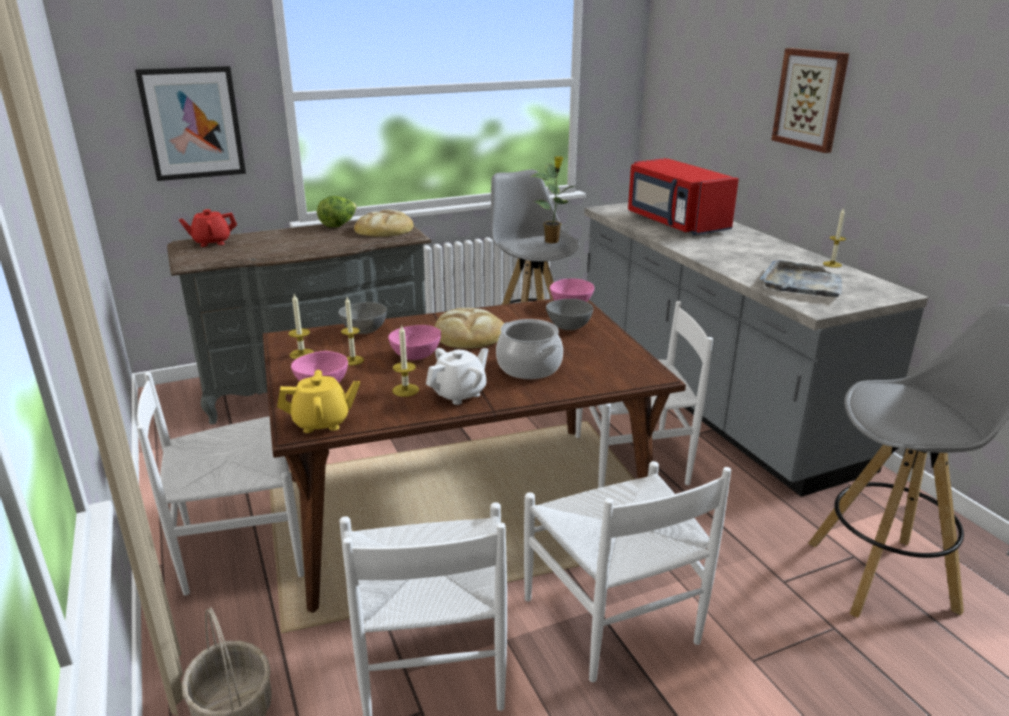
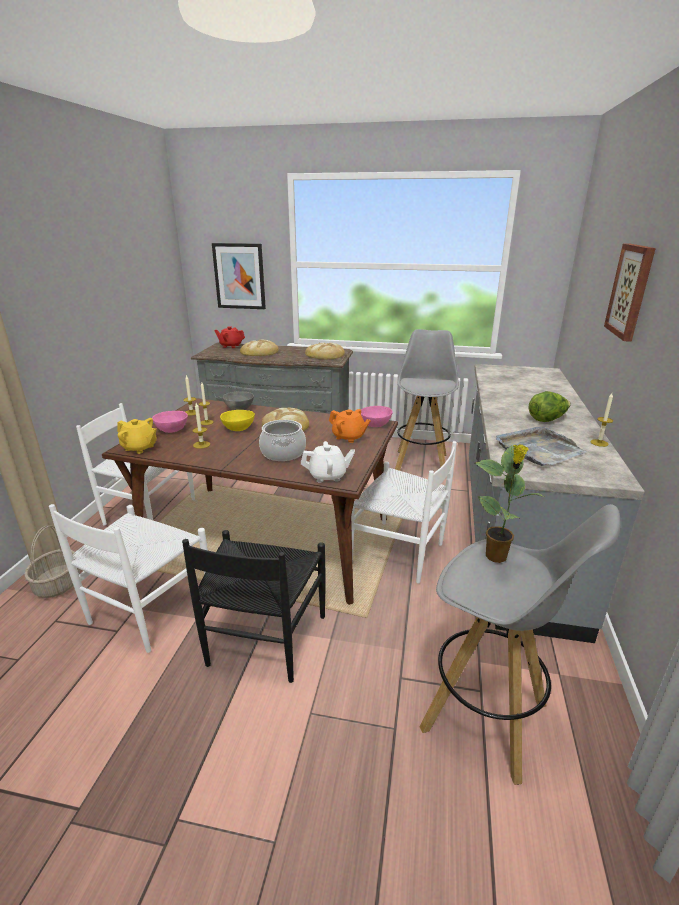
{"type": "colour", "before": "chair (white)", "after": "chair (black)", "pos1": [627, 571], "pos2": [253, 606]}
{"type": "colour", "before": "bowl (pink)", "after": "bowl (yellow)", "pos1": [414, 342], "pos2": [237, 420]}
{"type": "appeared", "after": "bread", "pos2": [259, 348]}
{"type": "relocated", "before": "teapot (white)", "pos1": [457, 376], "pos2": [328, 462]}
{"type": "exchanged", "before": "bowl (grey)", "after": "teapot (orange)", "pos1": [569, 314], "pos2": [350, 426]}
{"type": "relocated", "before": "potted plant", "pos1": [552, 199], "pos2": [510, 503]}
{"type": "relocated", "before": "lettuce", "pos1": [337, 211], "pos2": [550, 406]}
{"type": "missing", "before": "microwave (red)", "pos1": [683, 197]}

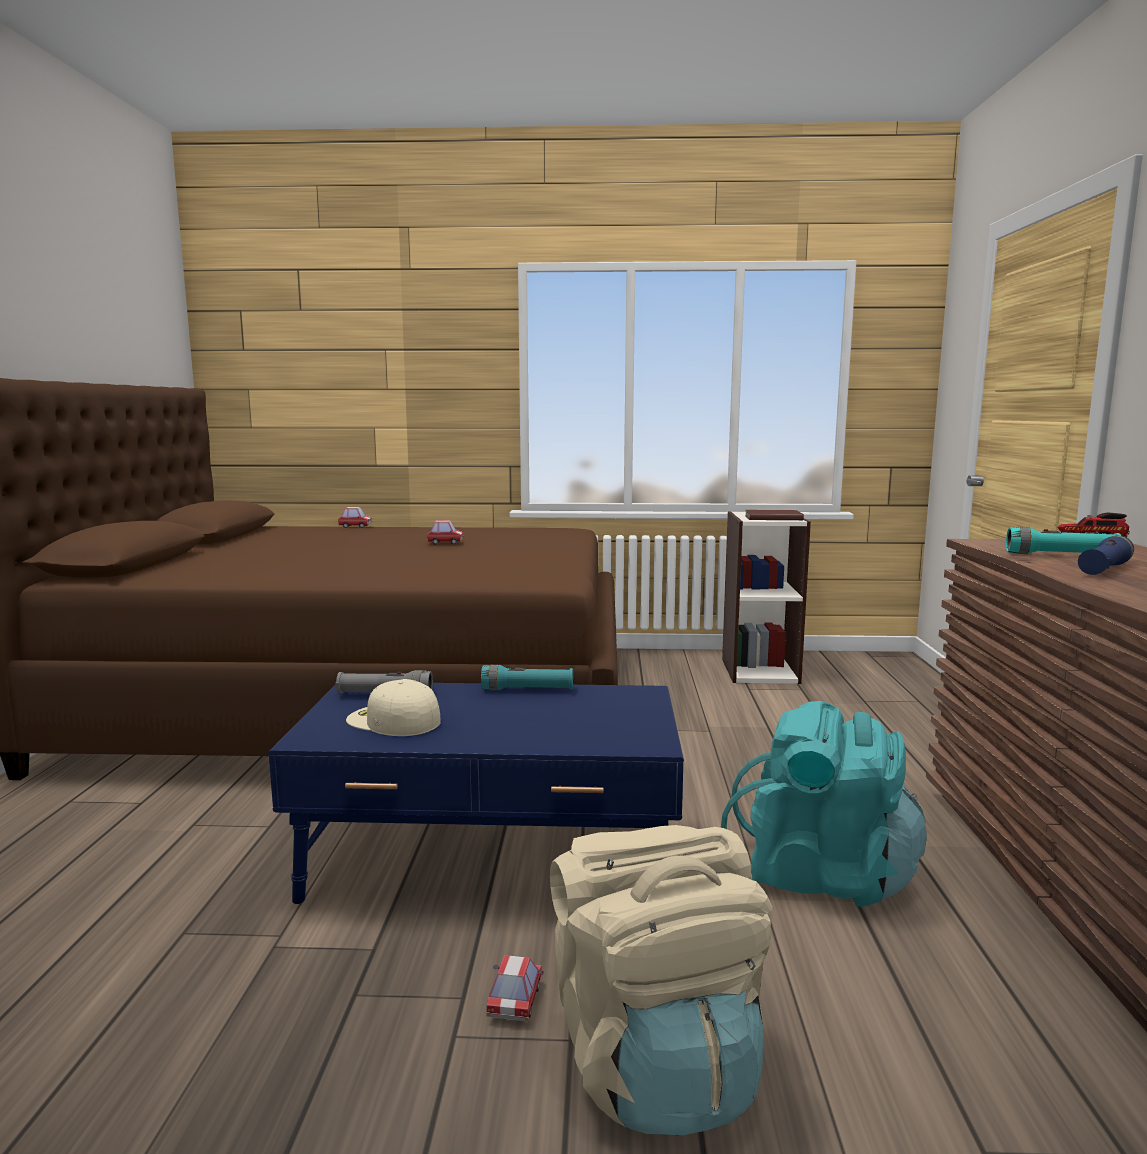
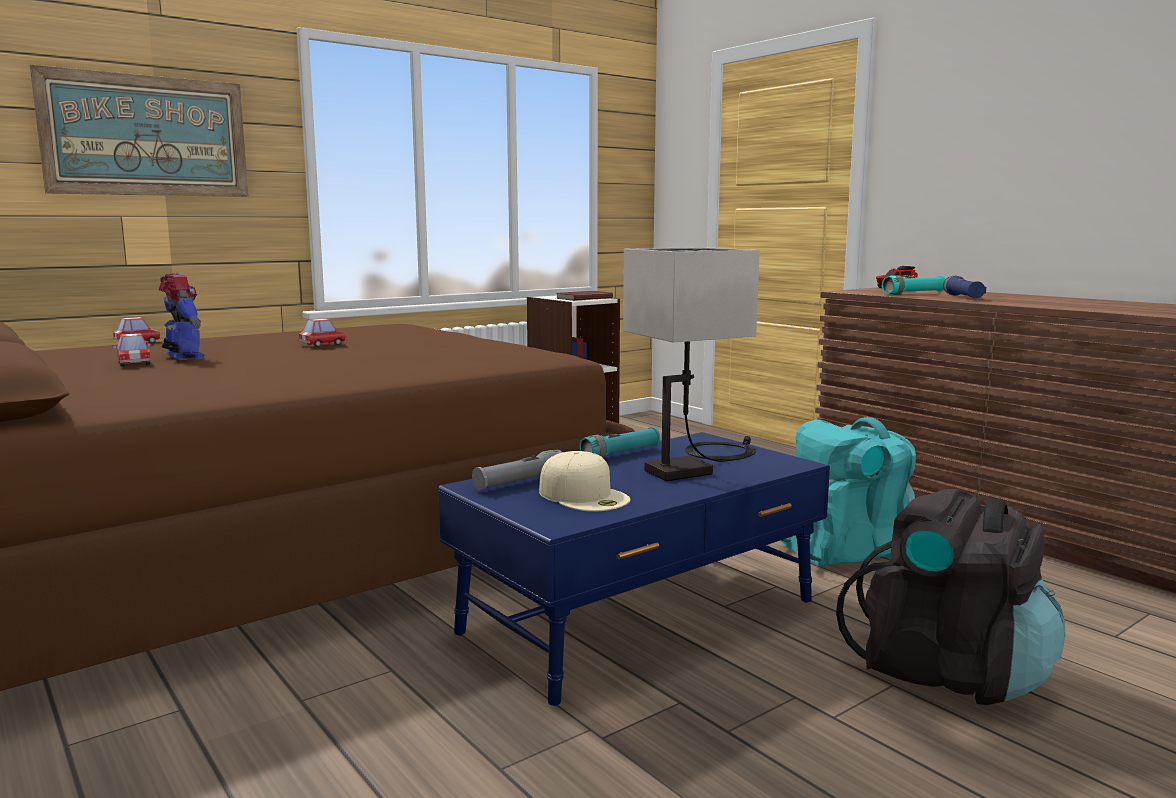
{"type": "appeared", "after": "picture", "pos2": [139, 131]}
{"type": "relocated", "before": "toy car", "pos1": [514, 988], "pos2": [131, 349]}
{"type": "appeared", "after": "toy robot", "pos2": [181, 316]}
{"type": "spun", "before": "cap (beige)", "pos1": [393, 707], "pos2": [585, 481], "turn": -120}
{"type": "appeared", "after": "table lamp", "pos2": [691, 364]}
{"type": "colour", "before": "backpack (beige)", "after": "backpack (black)", "pos1": [661, 980], "pos2": [951, 597]}

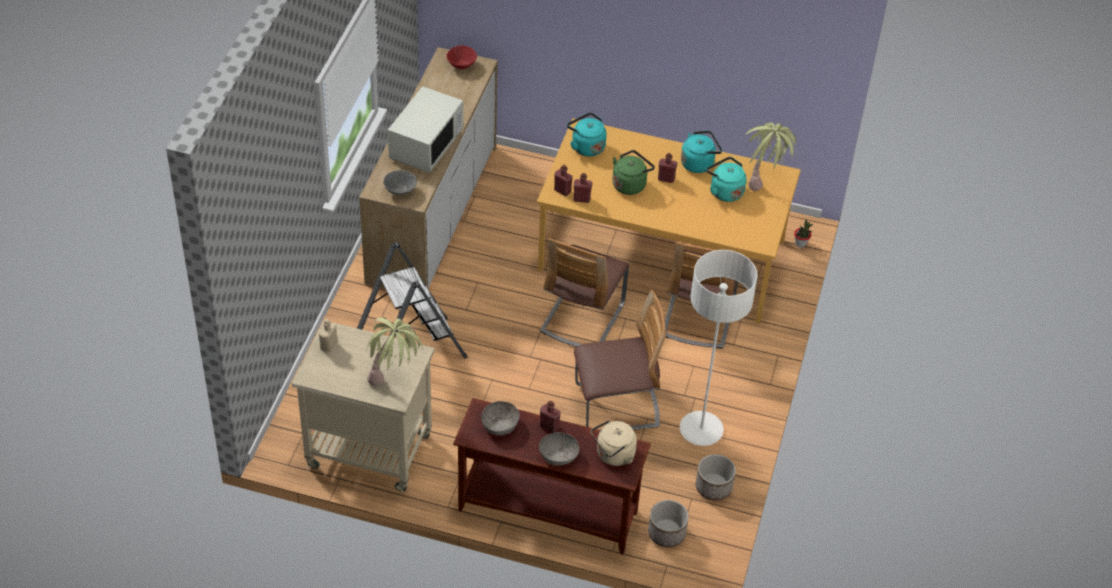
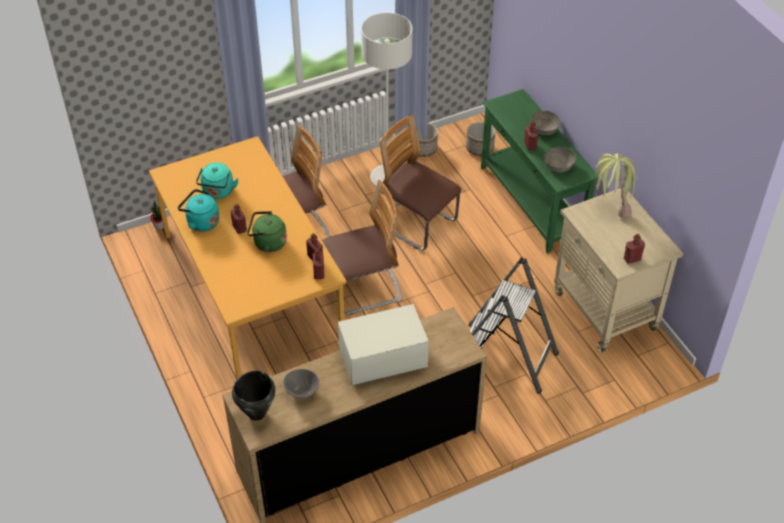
{"type": "exchanged", "before": "bowl (red)", "after": "cooking pot (black)", "pos1": [461, 57], "pos2": [253, 396]}
{"type": "relocated", "before": "bowl (grey)", "pos1": [400, 183], "pos2": [301, 384]}
{"type": "colour", "before": "console table (brown)", "after": "console table (green)", "pos1": [552, 476], "pos2": [540, 171]}
{"type": "colour", "before": "bottle (beige)", "after": "bottle (red)", "pos1": [328, 335], "pos2": [634, 249]}
{"type": "missing", "before": "kettle (turquoise)", "pos1": [586, 135]}
{"type": "missing", "before": "kettle (beige)", "pos1": [614, 443]}
{"type": "missing", "before": "potted plant", "pos1": [771, 156]}

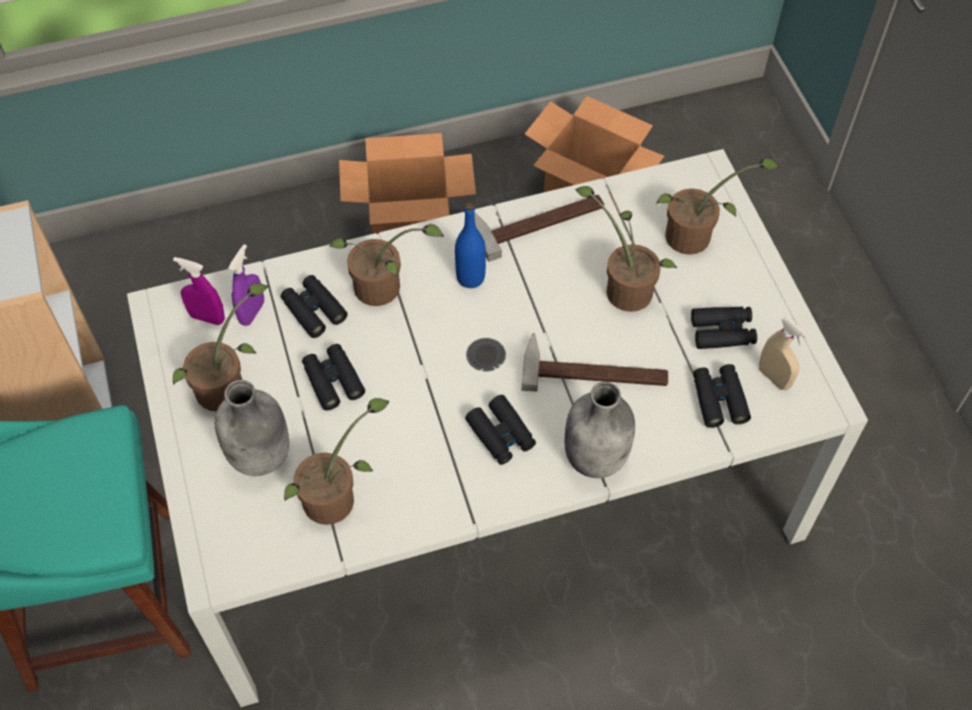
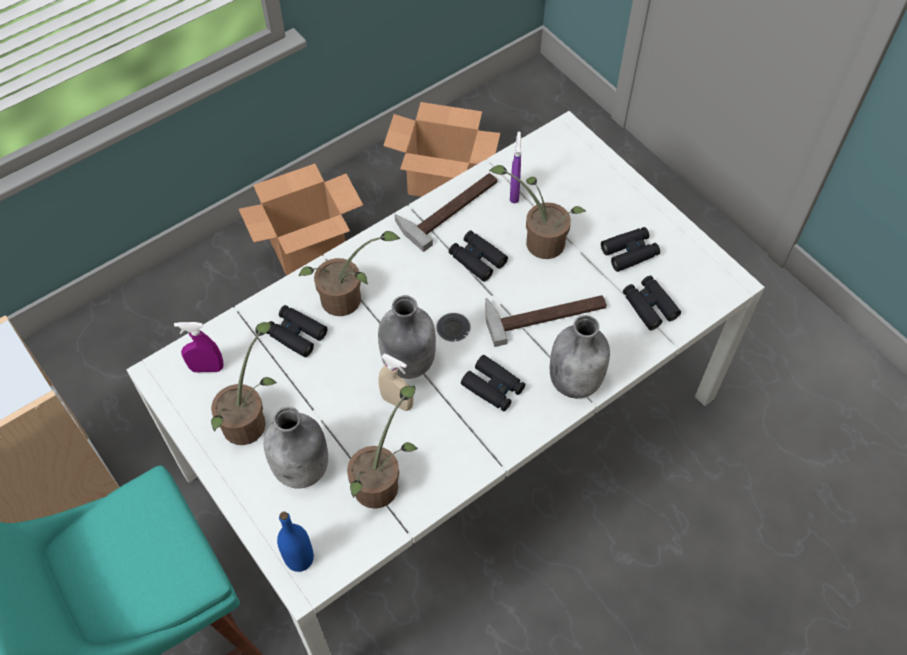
{"type": "relocated", "before": "bottle (blue)", "pos1": [470, 245], "pos2": [295, 542]}
{"type": "appeared", "after": "bottle (grey)", "pos2": [407, 337]}
{"type": "relocated", "before": "spray bottle (beige)", "pos1": [783, 353], "pos2": [396, 382]}
{"type": "relocated", "before": "binoculars (black)", "pos1": [333, 377], "pos2": [478, 256]}
{"type": "relocated", "before": "spray bottle (purple)", "pos1": [246, 285], "pos2": [515, 167]}
{"type": "missing", "before": "potted plant", "pos1": [718, 206]}

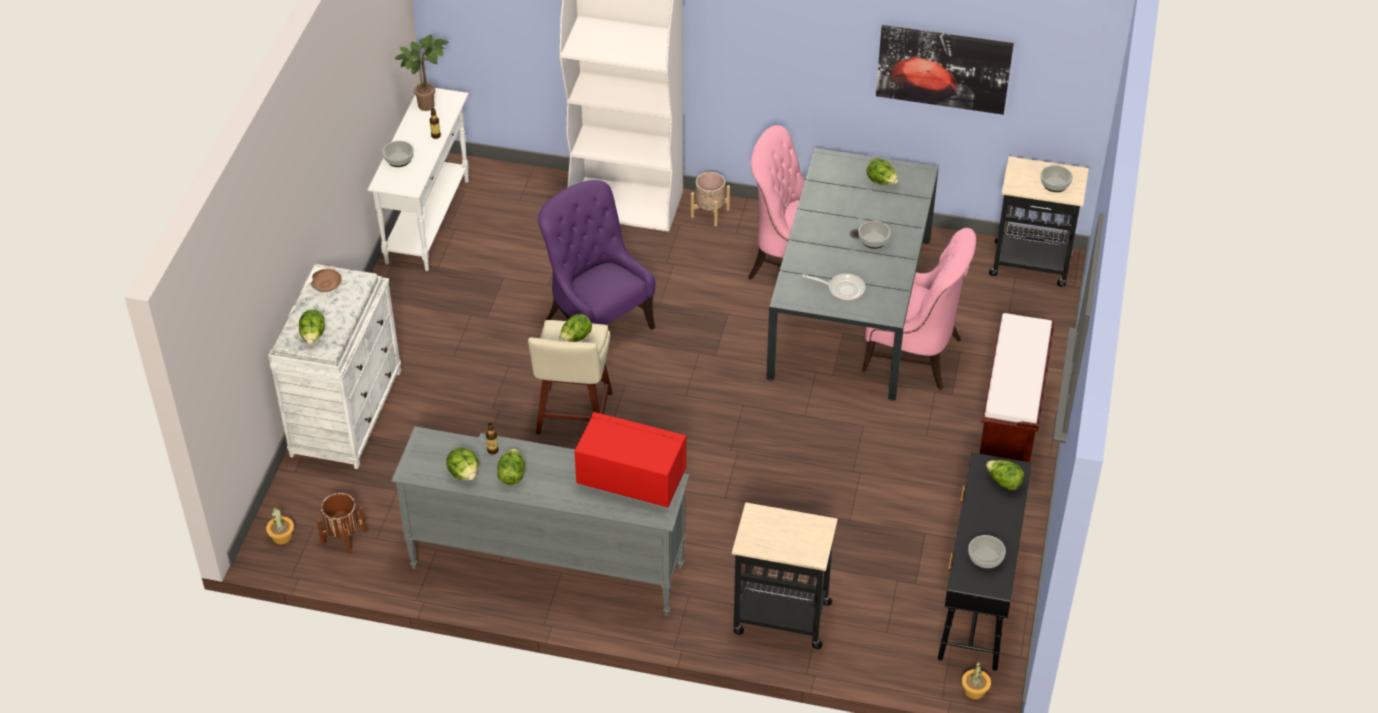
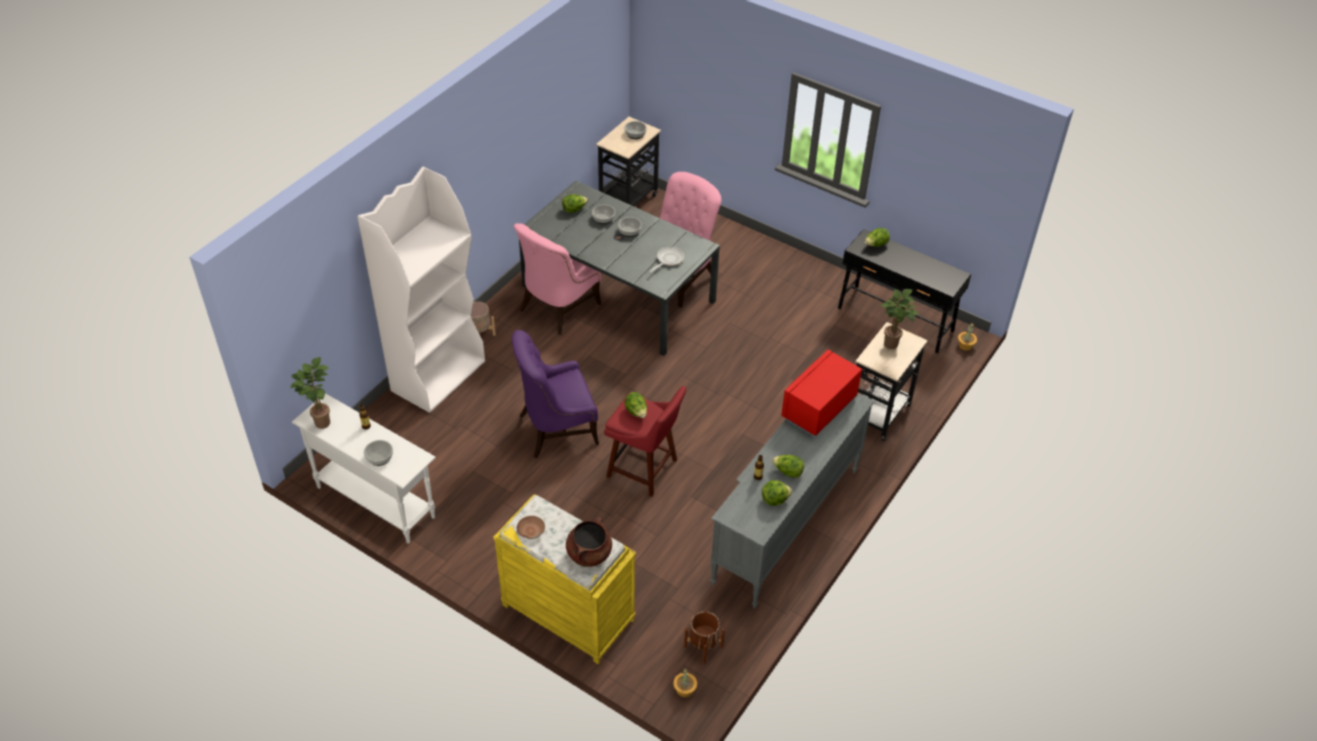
{"type": "colour", "before": "dresser (white)", "after": "dresser (yellow)", "pos1": [334, 366], "pos2": [564, 579]}
{"type": "exchanged", "before": "lettuce", "after": "cooking pot (brown)", "pos1": [312, 327], "pos2": [589, 542]}
{"type": "relocated", "before": "bowl", "pos1": [987, 552], "pos2": [604, 214]}
{"type": "colour", "before": "stool (beige)", "after": "stool (red)", "pos1": [570, 377], "pos2": [645, 441]}
{"type": "appeared", "after": "potted plant", "pos2": [900, 319]}
{"type": "missing", "before": "picture", "pos1": [945, 70]}
{"type": "missing", "before": "bench (brown)", "pos1": [1017, 387]}

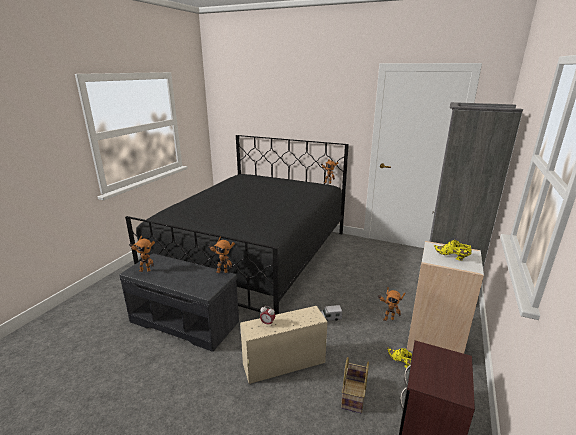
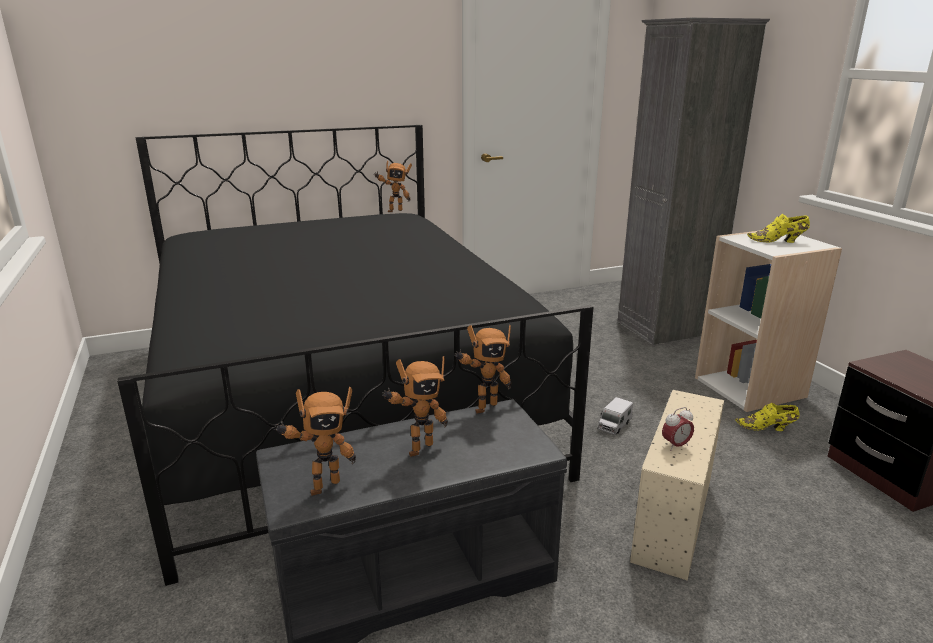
{"type": "relocated", "before": "toy robot", "pos1": [391, 304], "pos2": [415, 406]}
{"type": "missing", "before": "basket", "pos1": [355, 385]}

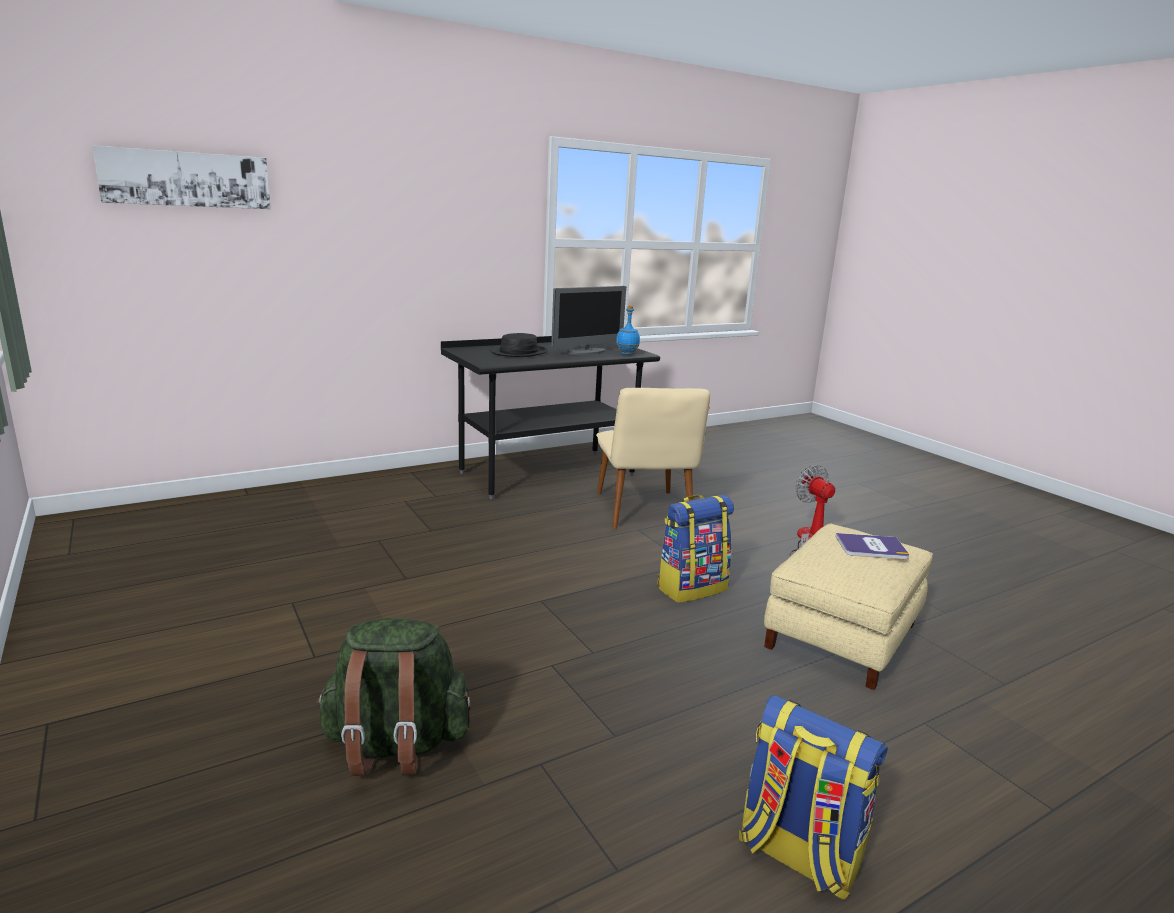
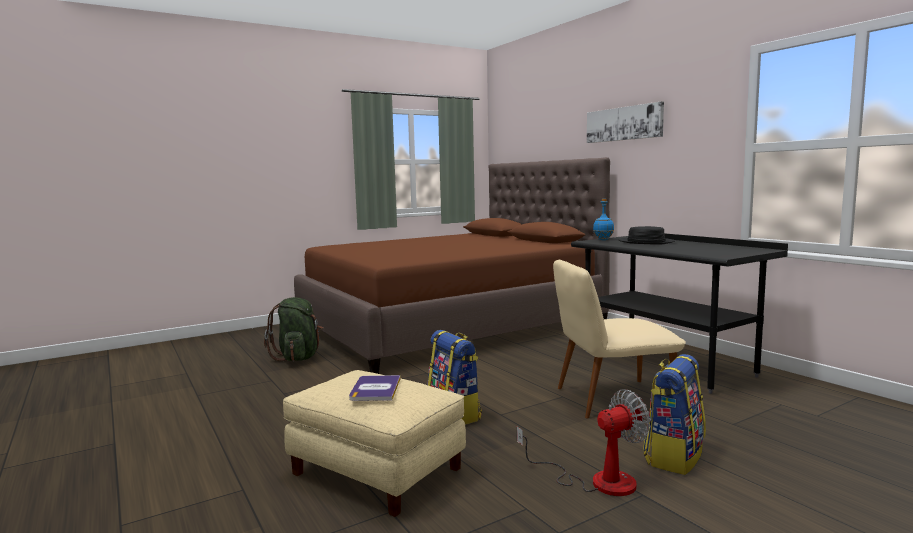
{"type": "appeared", "after": "bed (brown)", "pos2": [452, 265]}
{"type": "relocated", "before": "picture", "pos1": [181, 177], "pos2": [625, 122]}
{"type": "relocated", "before": "bottle (blue)", "pos1": [628, 330], "pos2": [603, 219]}
{"type": "relocated", "before": "backpack", "pos1": [813, 797], "pos2": [674, 414]}
{"type": "missing", "before": "monitor", "pos1": [588, 320]}

